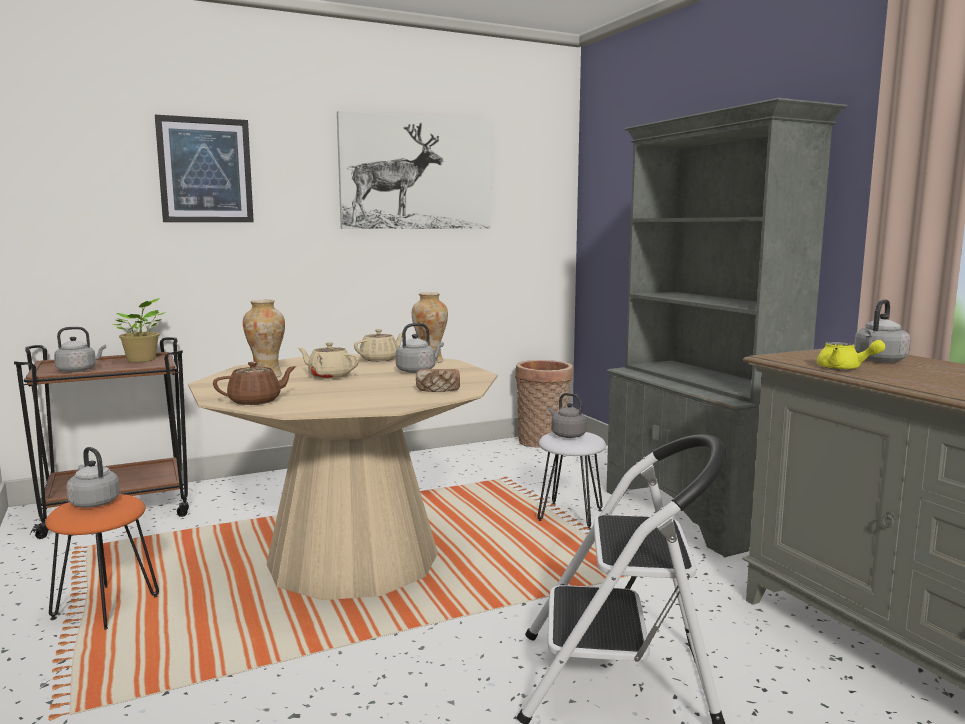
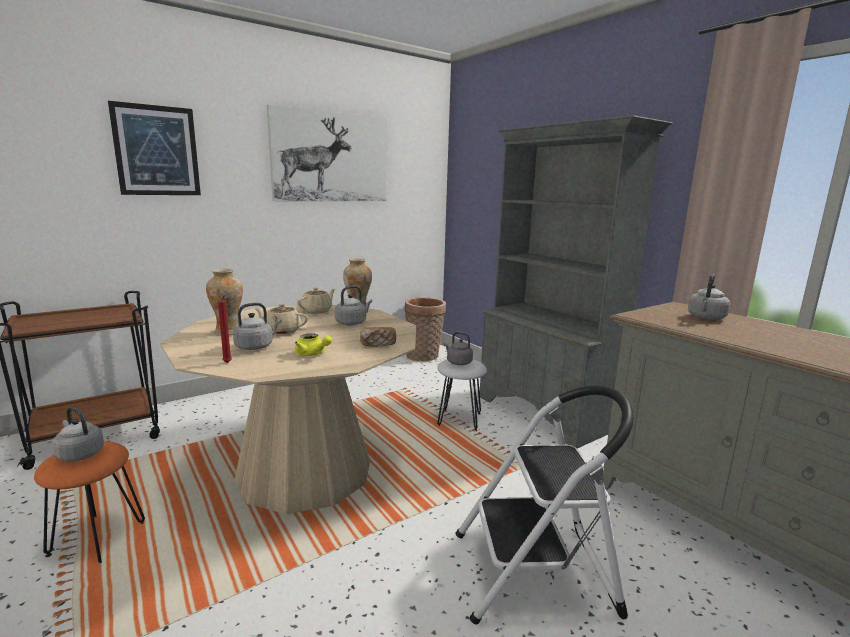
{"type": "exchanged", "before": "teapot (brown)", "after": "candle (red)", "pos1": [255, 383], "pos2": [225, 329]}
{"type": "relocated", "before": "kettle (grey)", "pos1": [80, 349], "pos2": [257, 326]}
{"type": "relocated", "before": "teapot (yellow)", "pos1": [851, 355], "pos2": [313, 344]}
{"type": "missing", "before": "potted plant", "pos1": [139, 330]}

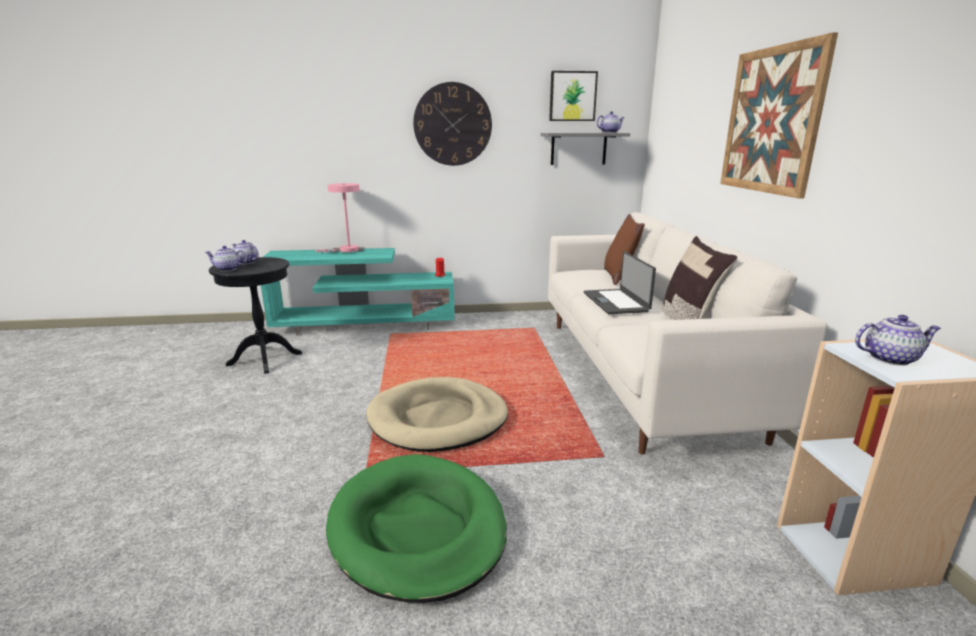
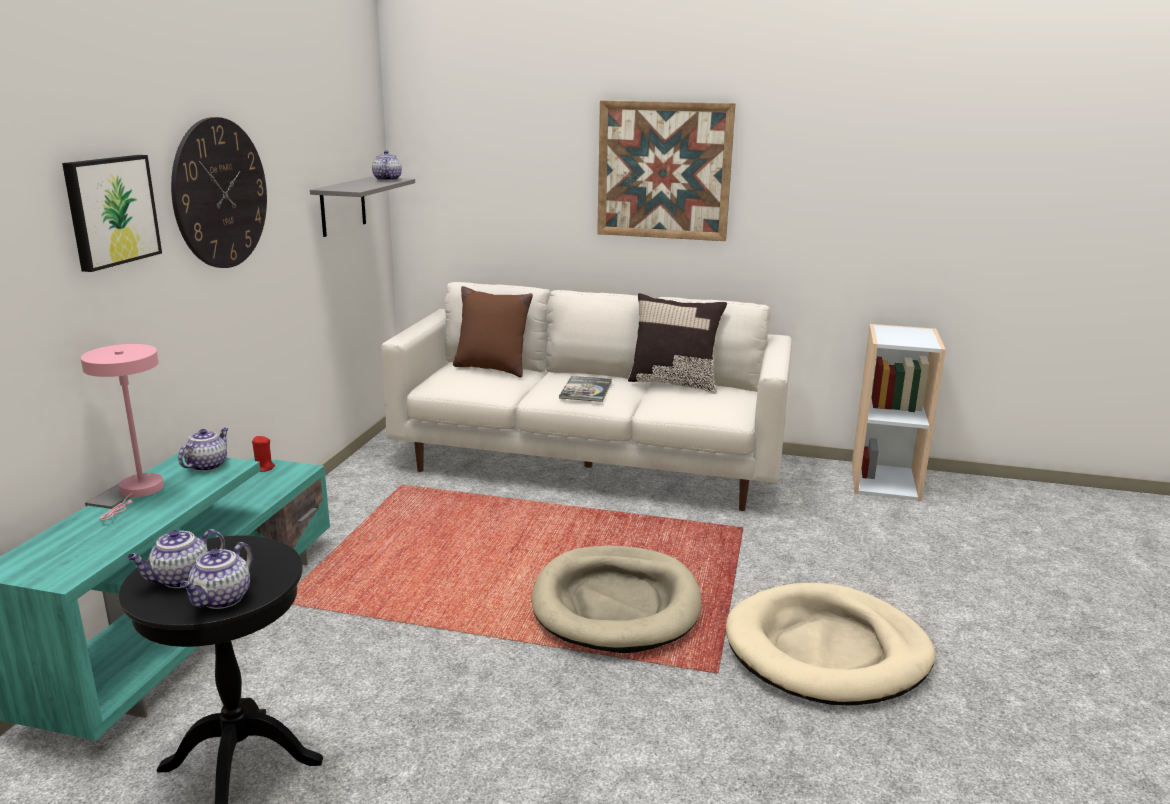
{"type": "relocated", "before": "picture", "pos1": [573, 96], "pos2": [112, 213]}
{"type": "relocated", "before": "teapot", "pos1": [898, 340], "pos2": [203, 450]}
{"type": "exchanged", "before": "laptop", "after": "book", "pos1": [620, 282], "pos2": [585, 389]}
{"type": "colour", "before": "dog bed (green)", "after": "dog bed (beige)", "pos1": [416, 528], "pos2": [830, 644]}

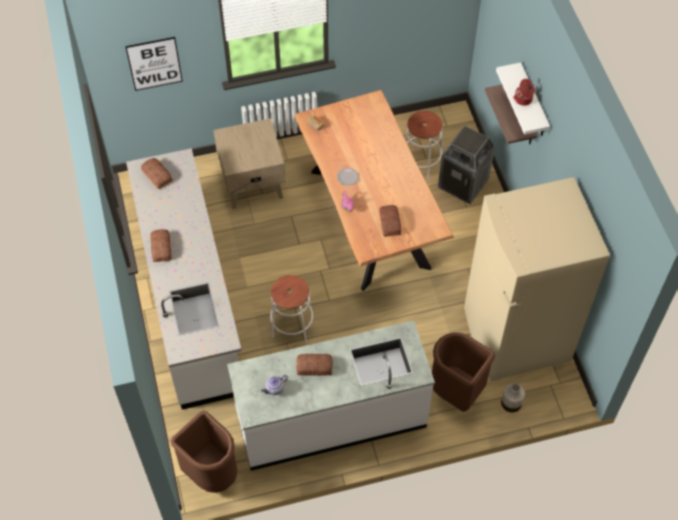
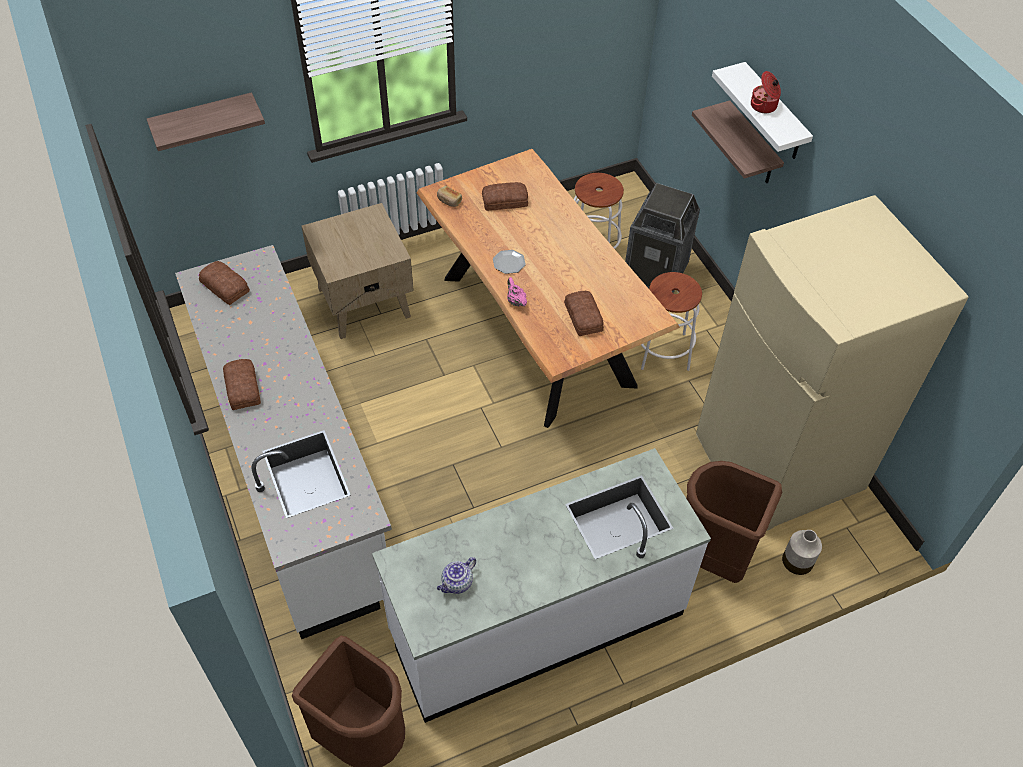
{"type": "exchanged", "before": "picture", "after": "shelf", "pos1": [154, 64], "pos2": [206, 121]}
{"type": "relocated", "before": "bread", "pos1": [314, 365], "pos2": [505, 196]}
{"type": "relocated", "before": "stool (white)", "pos1": [291, 309], "pos2": [671, 321]}

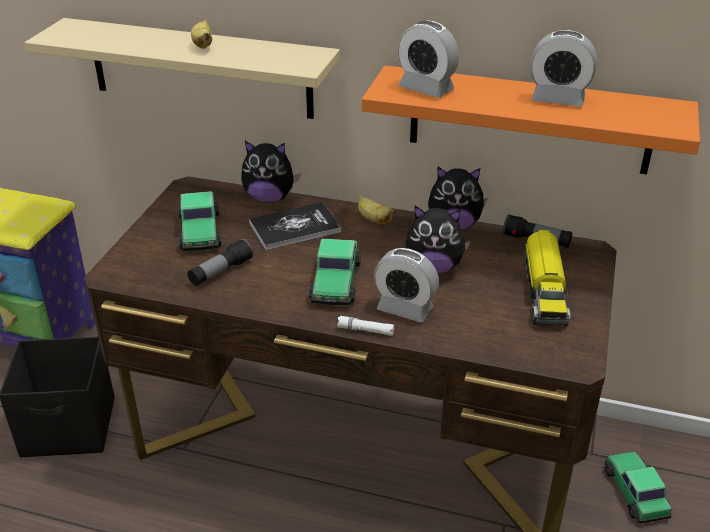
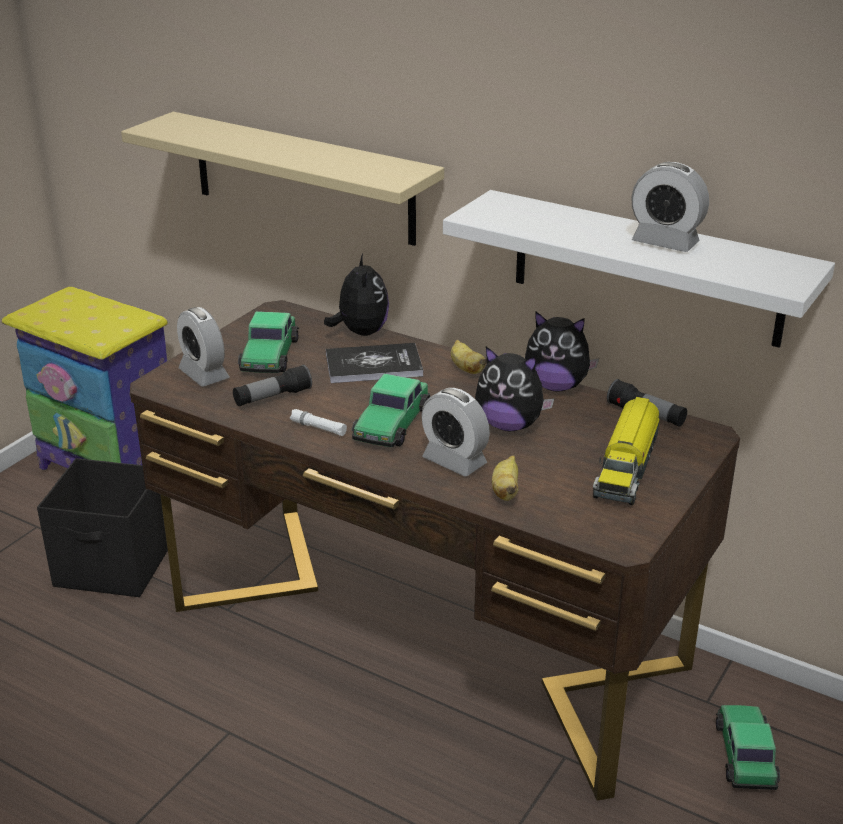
{"type": "relocated", "before": "alarm clock", "pos1": [428, 59], "pos2": [203, 347]}
{"type": "relocated", "before": "flashlight (white)", "pos1": [365, 325], "pos2": [318, 422]}
{"type": "spun", "before": "plush toy", "pos1": [271, 172], "pos2": [356, 295], "turn": -120}
{"type": "colour", "before": "shelf (orange)", "after": "shelf (white)", "pos1": [531, 120], "pos2": [639, 269]}
{"type": "relocated", "before": "banana", "pos1": [201, 34], "pos2": [505, 478]}

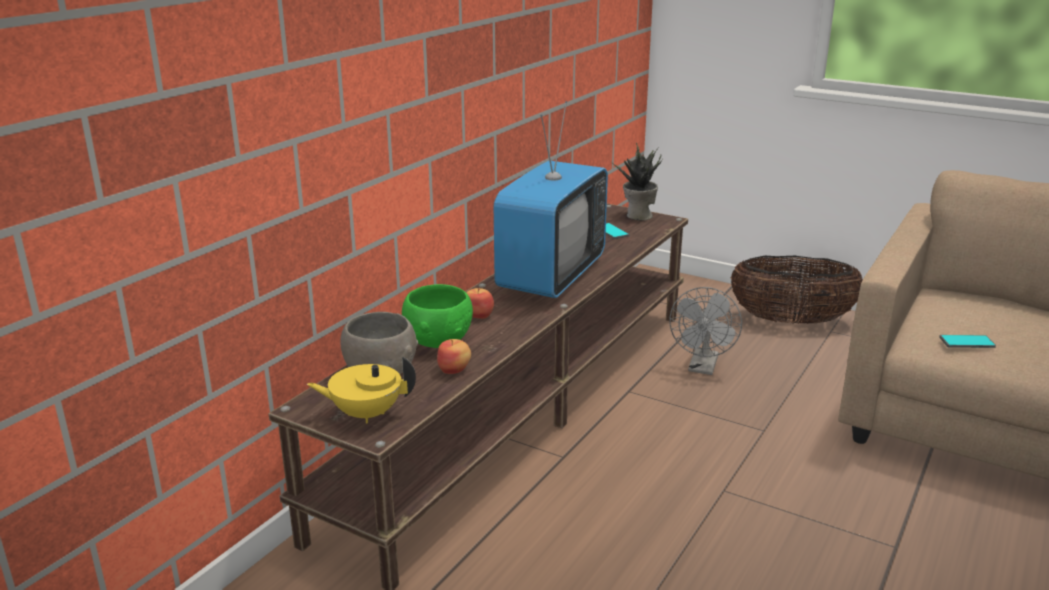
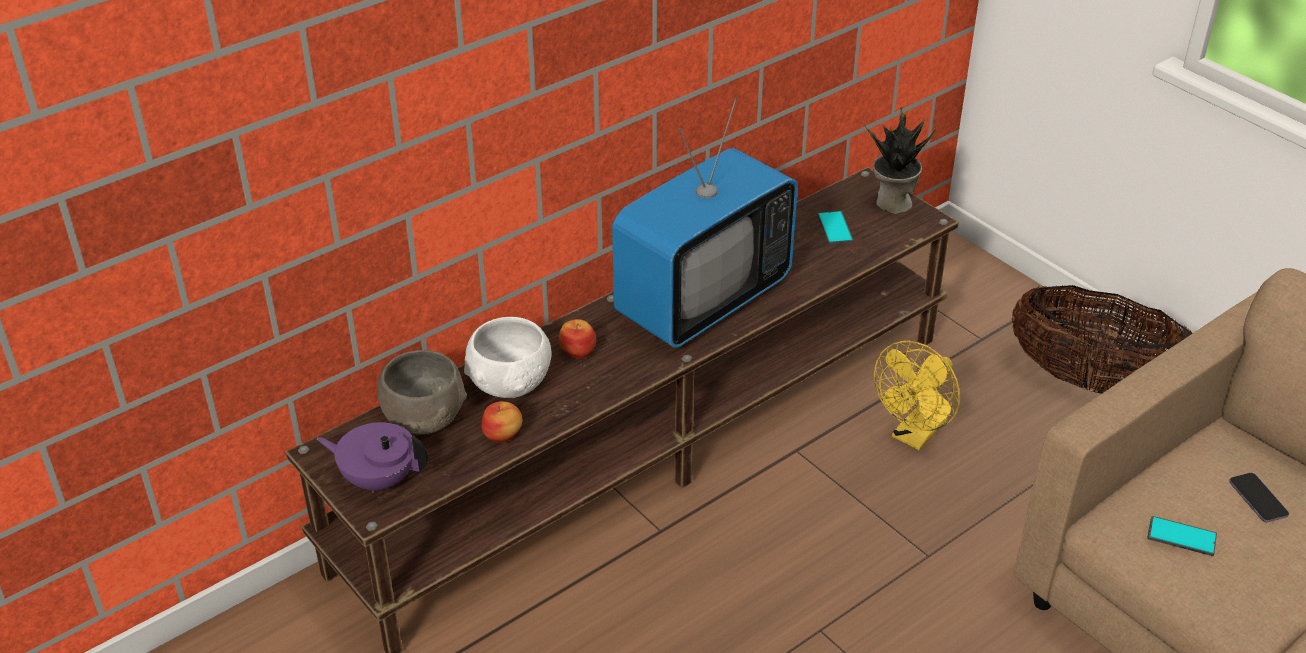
{"type": "colour", "before": "teapot (yellow)", "after": "teapot (purple)", "pos1": [361, 389], "pos2": [372, 457]}
{"type": "colour", "before": "bowl (green)", "after": "bowl (white)", "pos1": [437, 316], "pos2": [508, 357]}
{"type": "colour", "before": "fan (grey)", "after": "fan (yellow)", "pos1": [705, 331], "pos2": [917, 395]}
{"type": "appeared", "after": "phone", "pos2": [1259, 497]}

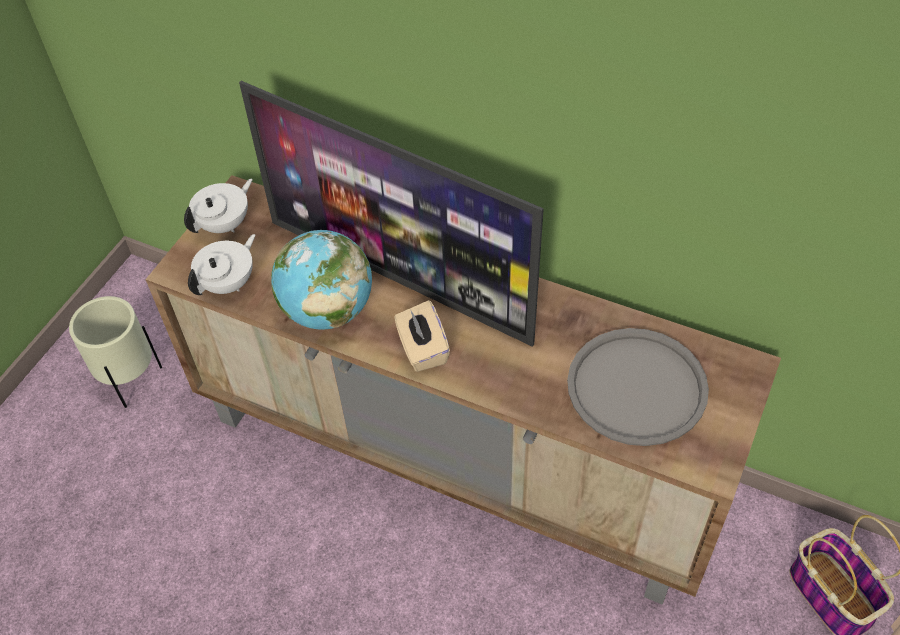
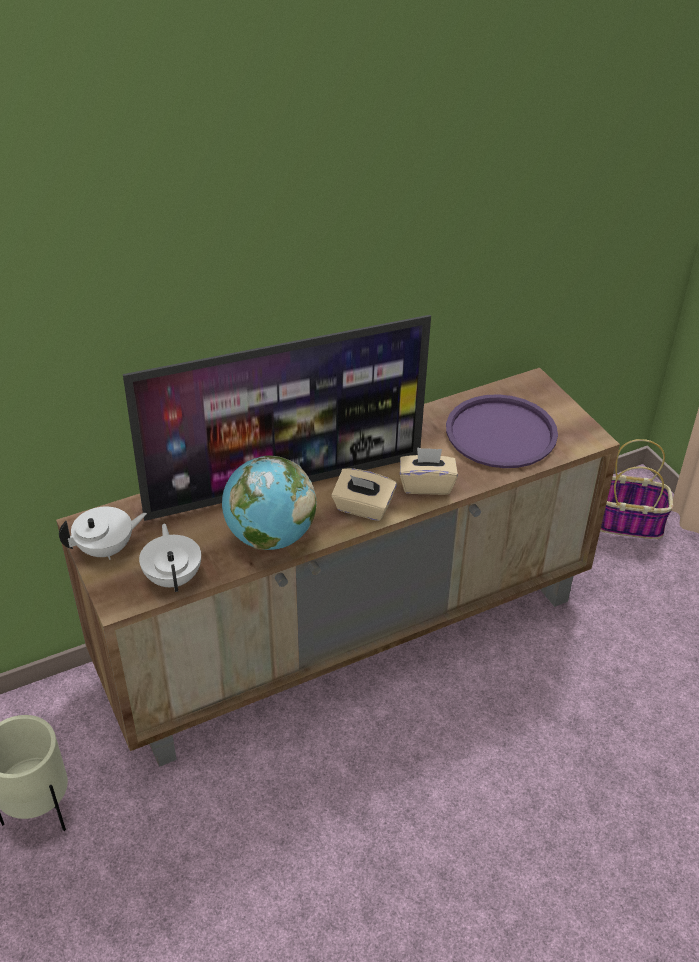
{"type": "spun", "before": "teapot (white)", "pos1": [218, 206], "pos2": [103, 533], "turn": 75}
{"type": "appeared", "after": "tissue box (beige)", "pos2": [429, 471]}
{"type": "colour", "before": "tray (grey)", "after": "tray (purple)", "pos1": [638, 387], "pos2": [502, 431]}

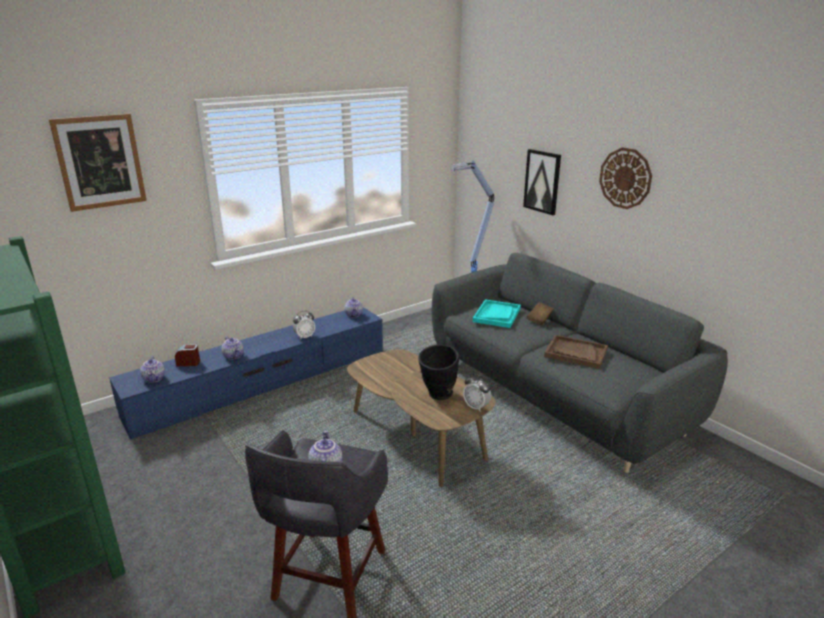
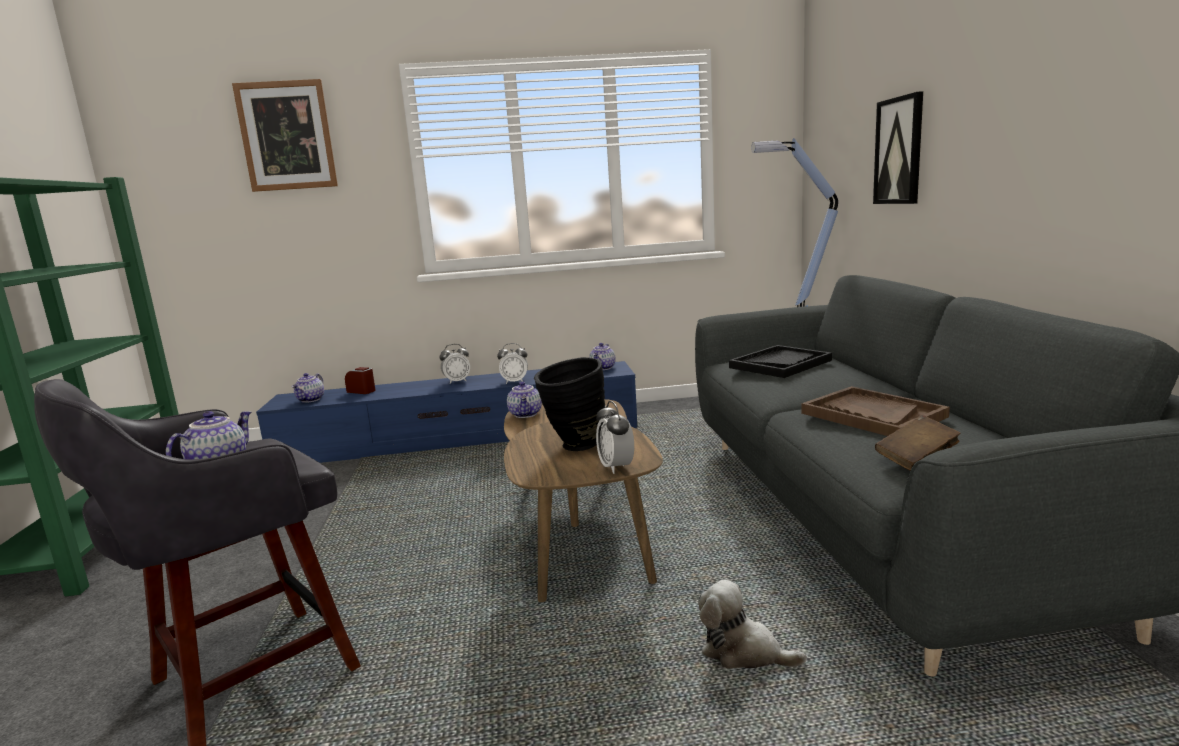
{"type": "appeared", "after": "alarm clock", "pos2": [455, 364]}
{"type": "relocated", "before": "teapot", "pos1": [233, 348], "pos2": [524, 400]}
{"type": "appeared", "after": "plush toy", "pos2": [752, 624]}
{"type": "colour", "before": "tray (turquoise)", "after": "tray (black)", "pos1": [497, 314], "pos2": [780, 361]}
{"type": "relocated", "before": "book (brown)", "pos1": [540, 313], "pos2": [918, 443]}
{"type": "missing", "before": "wall clock", "pos1": [625, 178]}

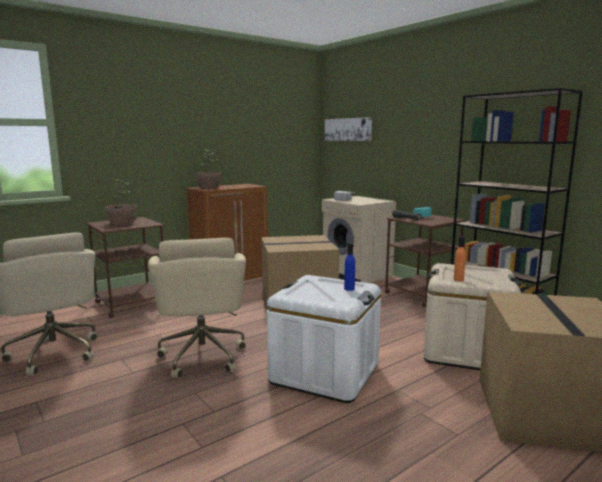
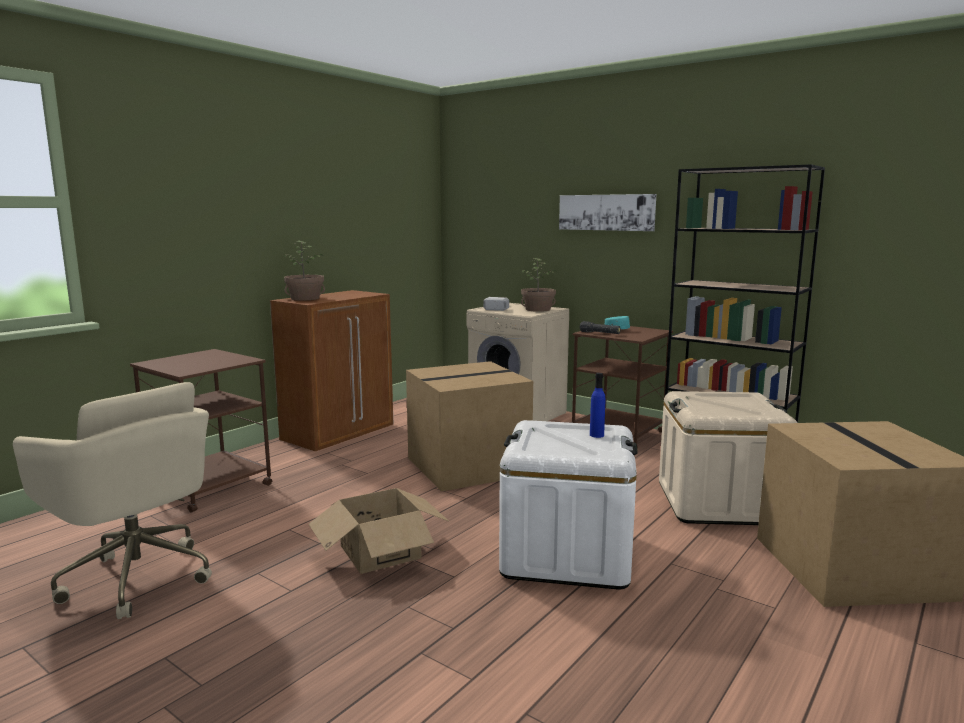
{"type": "exchanged", "before": "office chair (beige)", "after": "cardboard box", "pos1": [197, 308], "pos2": [379, 531]}
{"type": "relocated", "before": "potted plant", "pos1": [121, 202], "pos2": [539, 285]}
{"type": "relocated", "before": "picture", "pos1": [348, 129], "pos2": [607, 212]}
{"type": "missing", "before": "bottle (orange)", "pos1": [460, 259]}

